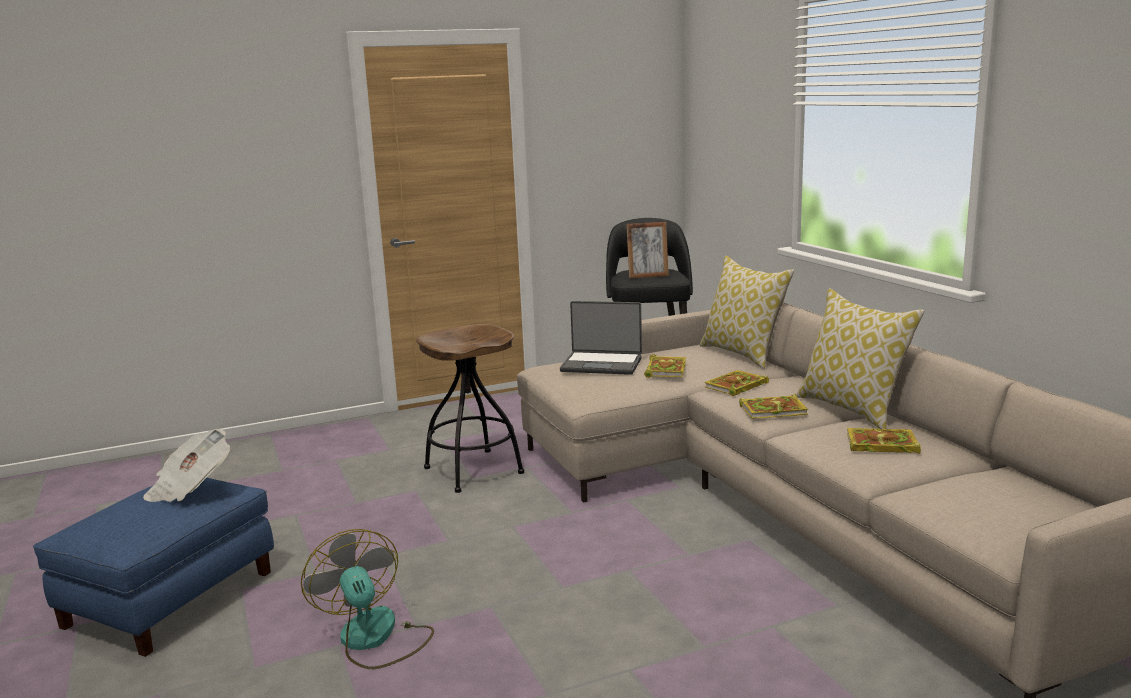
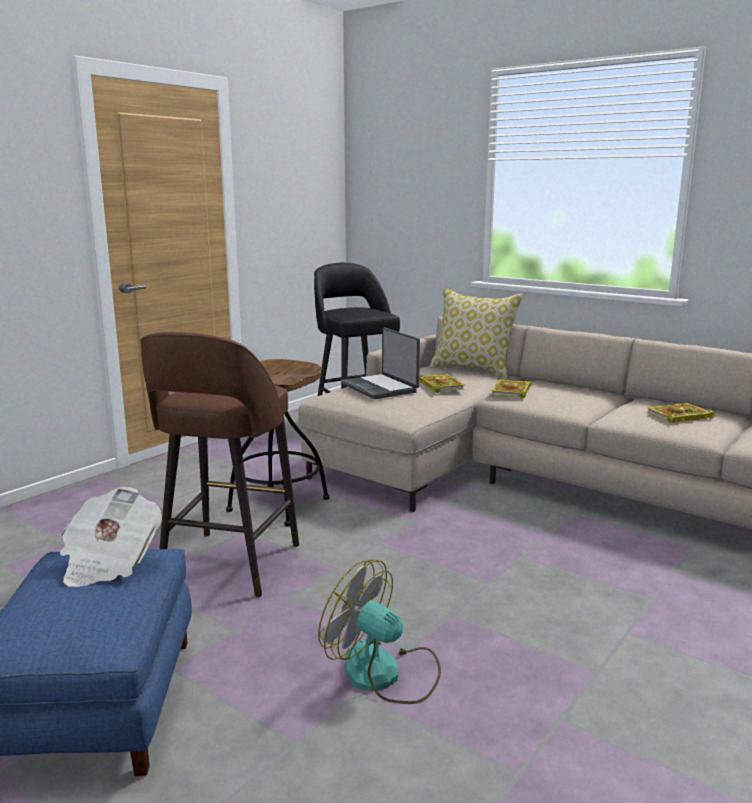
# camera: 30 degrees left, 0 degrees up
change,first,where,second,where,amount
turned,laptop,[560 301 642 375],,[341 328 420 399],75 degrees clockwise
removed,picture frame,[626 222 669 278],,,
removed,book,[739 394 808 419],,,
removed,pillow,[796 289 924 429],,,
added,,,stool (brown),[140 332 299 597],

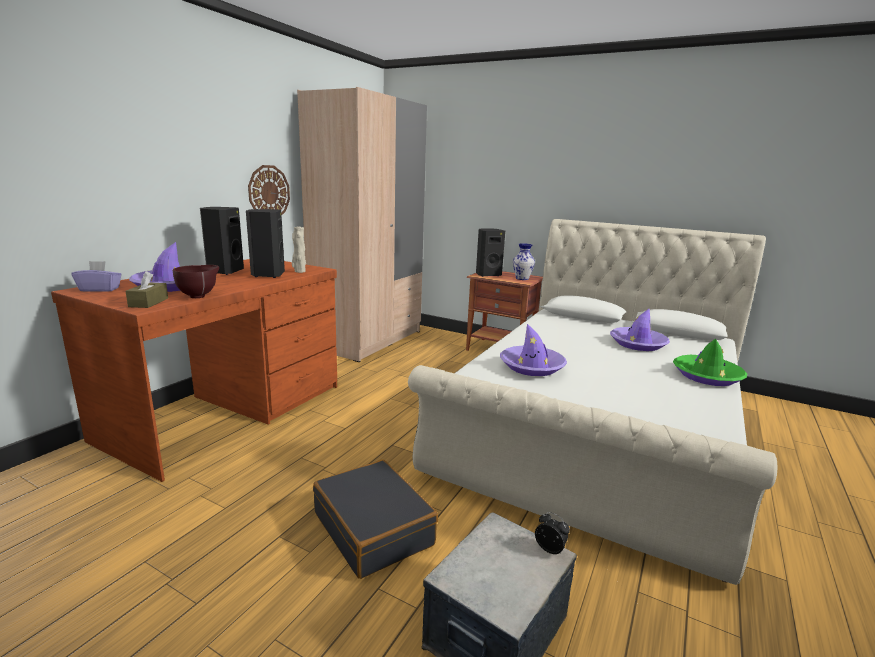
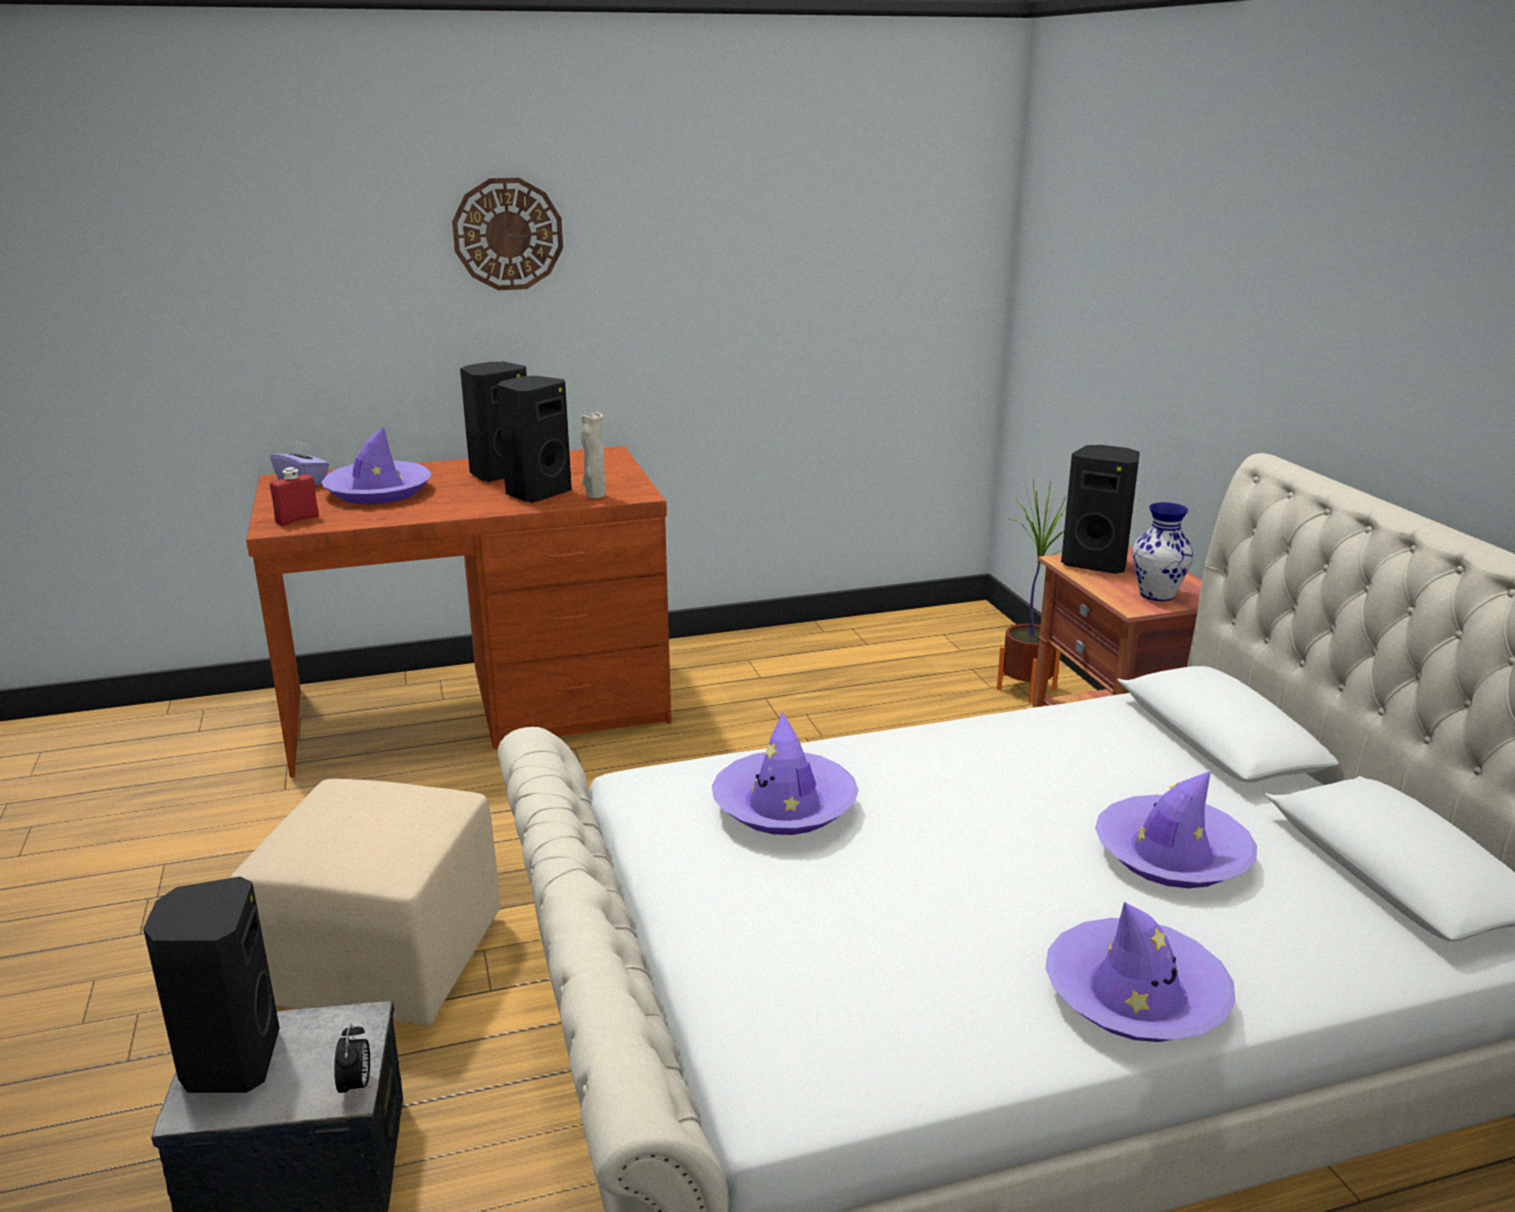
# camera: 45 degrees right, 5 degrees up
change,first,where,second,where,amount
replaced,tissue box (brown),[125 271 168 308],bottle (red),[270 467 319 526],
removed,bowl (brown),[173 265 219 298],,,
moved,wall clock,[248 165 290 216],,[452 178 563 290],
removed,wardrobe (beige),[297 87 427 362],,,
replaced,suitcase (black),[313 459 438 579],ottoman (beige),[230 779 500 1026],
recoloured,hat (green),[673 338 747 386],hat (purple),[1046 902 1235 1042],
added,,,speaker (black),[143 876 280 1093],
added,,,potted plant,[997 481 1067 703],

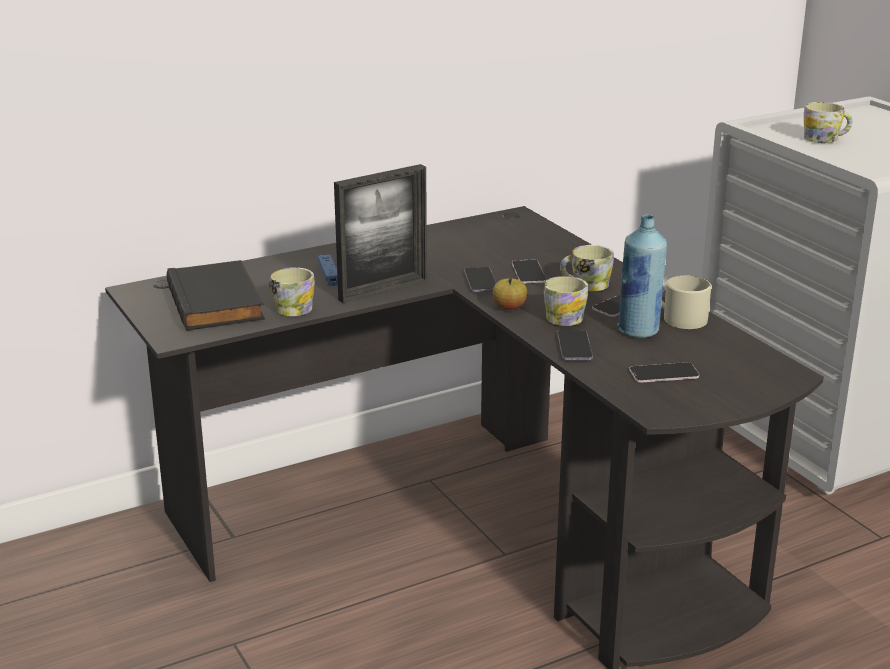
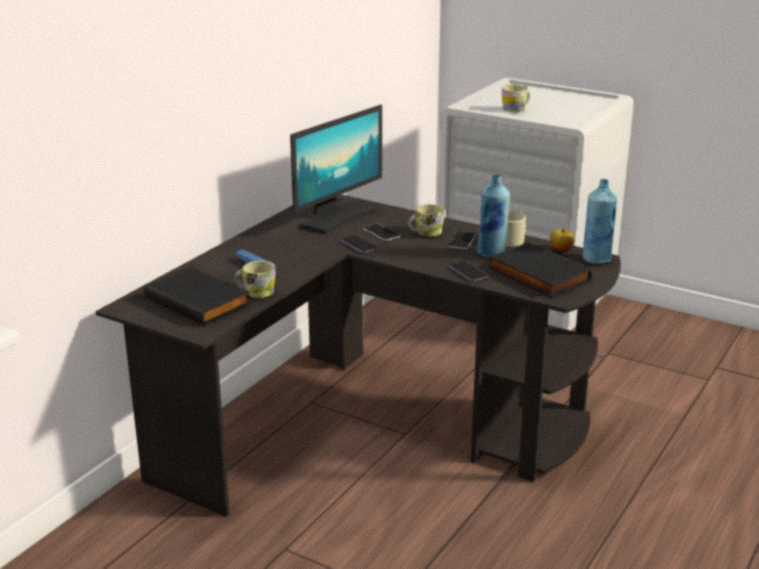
# camera: 30 degrees left, 0 degrees up
change,first,where,second,where,amount
removed,picture frame,[334 164 427 304],,,
moved,apple,[493 278 527 310],,[550 229 575 251],
removed,mug,[544 276 588 326],,,
replaced,phone,[629 362 699 383],book (black),[489 242 592 297],
added,,,monitor,[290 105 382 234],
added,,,bottle (blue),[583 179 617 264],

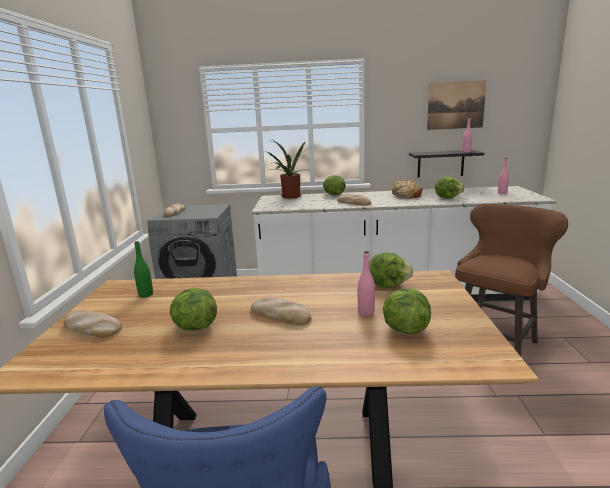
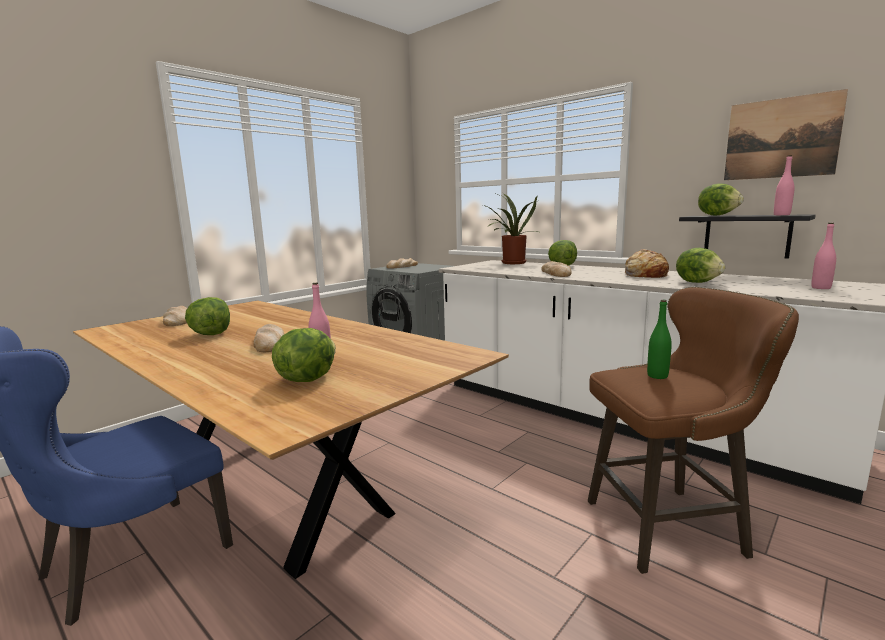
# camera: 40 degrees right, 5 degrees down
change,first,where,second,where,amount
moved,bottle (green),[134 241 153 298],,[647 300 672 379],
moved,lettuce,[369 252 414 288],,[698 183 744 216],

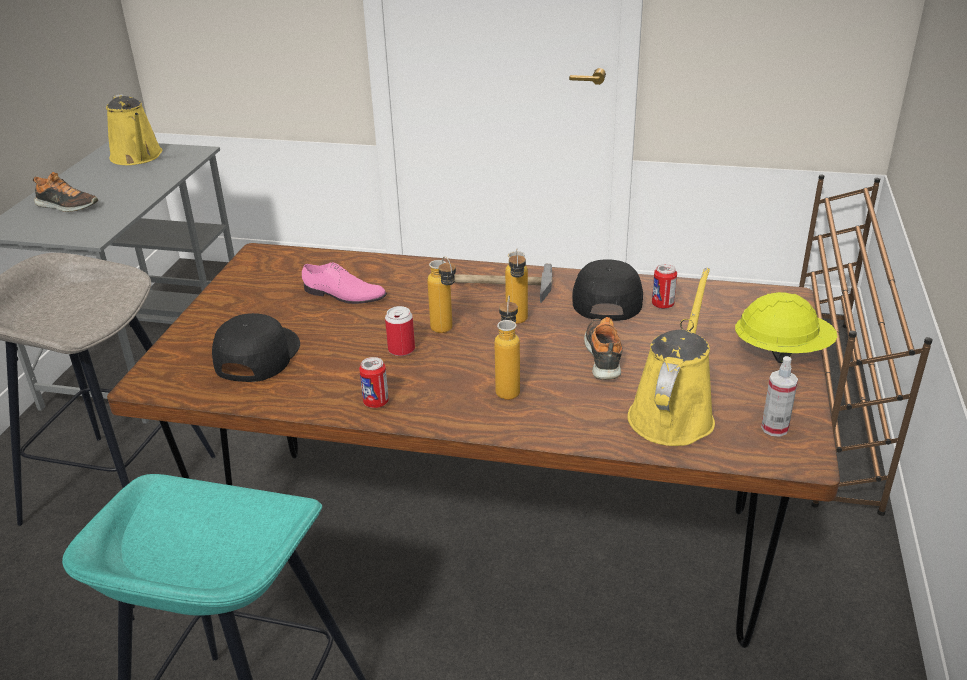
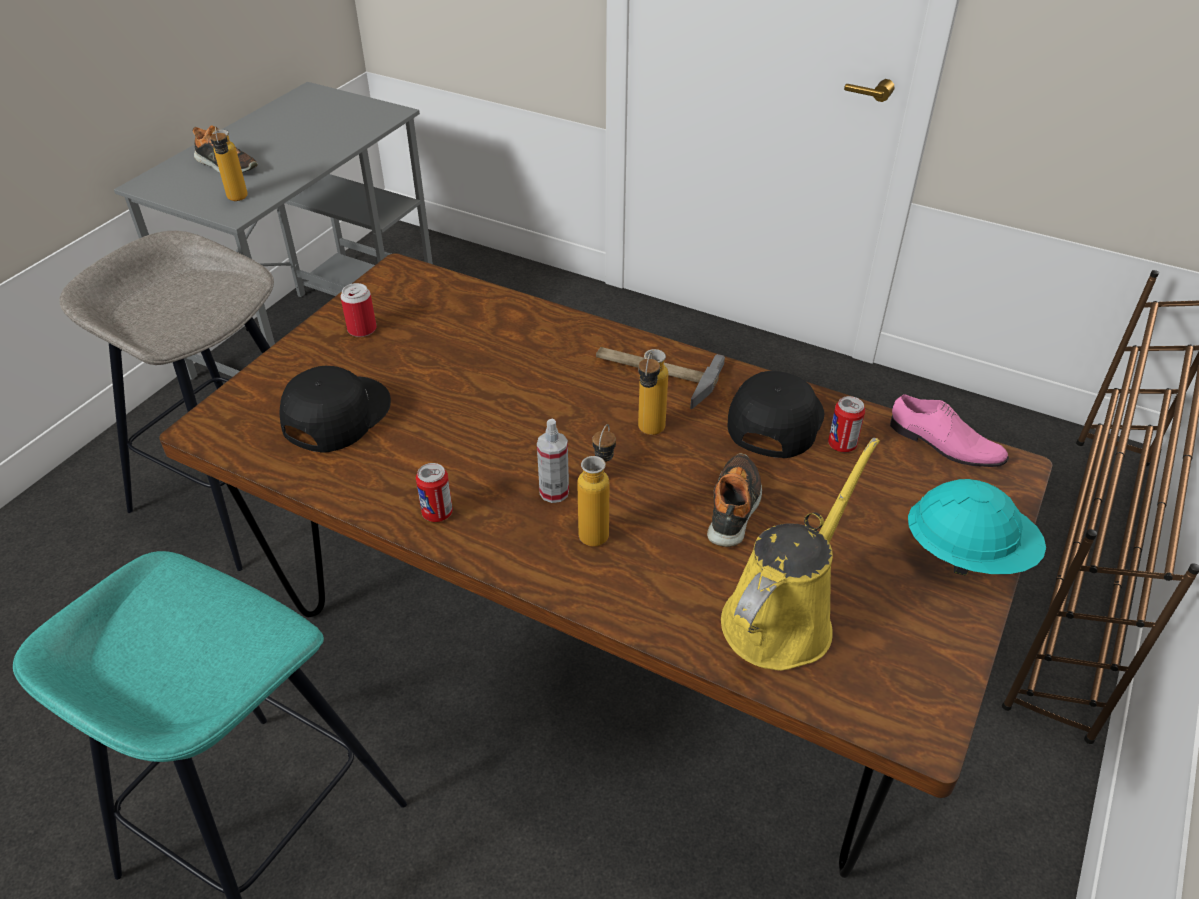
# camera: 15 degrees right, 10 degrees up
change,first,where,second,where,amount
removed,watering can (yellow),[106 94 163 165],,,
moved,shoe (pink),[302 262 387 304],,[890 394 1009 467],
moved,can,[385 306 415 356],,[340 283 377 337],
moved,bottle,[427 256 456 333],,[210 126 248 201],
recoloured,hard hat (yellow),[735 292 838 363],hard hat (turquoise),[908 479 1046 575],
moved,spray bottle,[761 356 798 437],,[537 419 569 503],

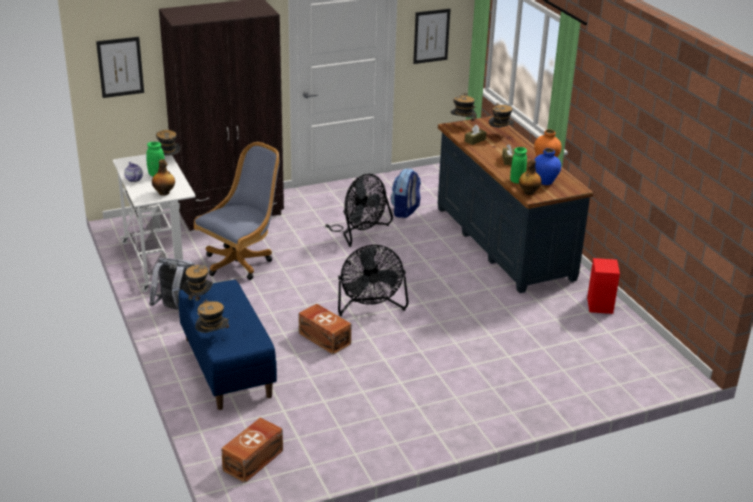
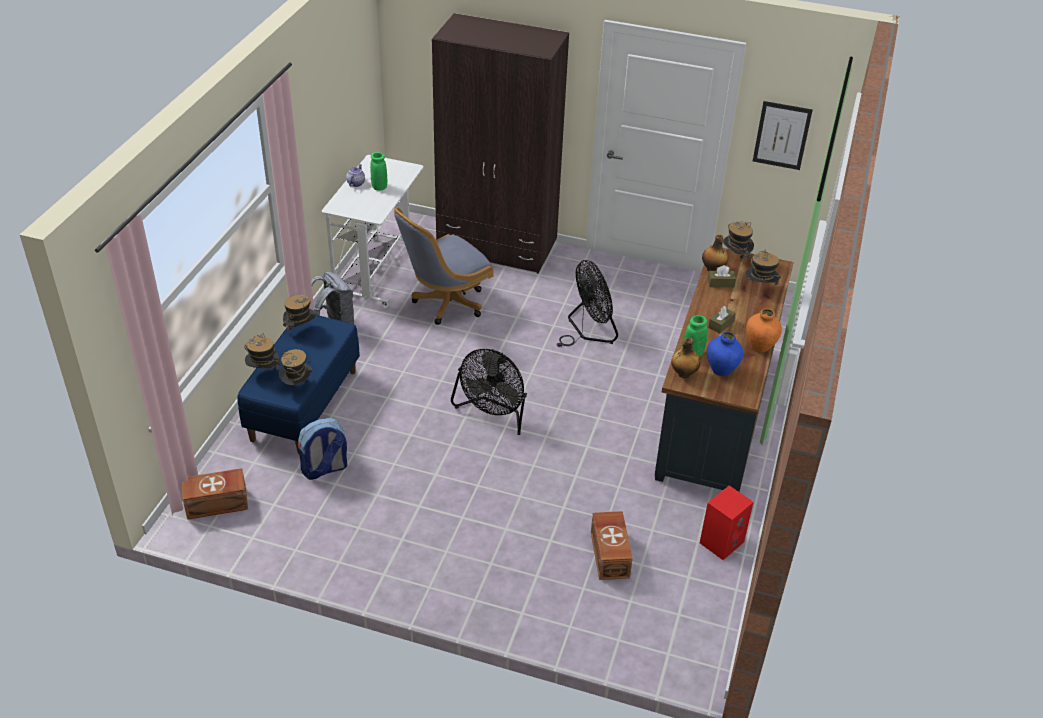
# camera: 40 degrees right, 10 degrees up
change,first,where,second,where,amount
removed,picture,[96 37 144 98],,,
moved,bottle,[152 159 175 196],,[702 234 728 271],
moved,hat,[156 130 181 156],,[279 349 312 386],
turned,office chair (blue),[194 142 279 280],,[394 208 494 325],150 degrees clockwise
moved,storage box (brown),[299 304 351 354],,[591 511 633 580],
turned,fan (black),[325 174 393 247],,[556 260 618 347],105 degrees counterclockwise
moved,backpack,[391 168 421 218],,[298 418 347 480],

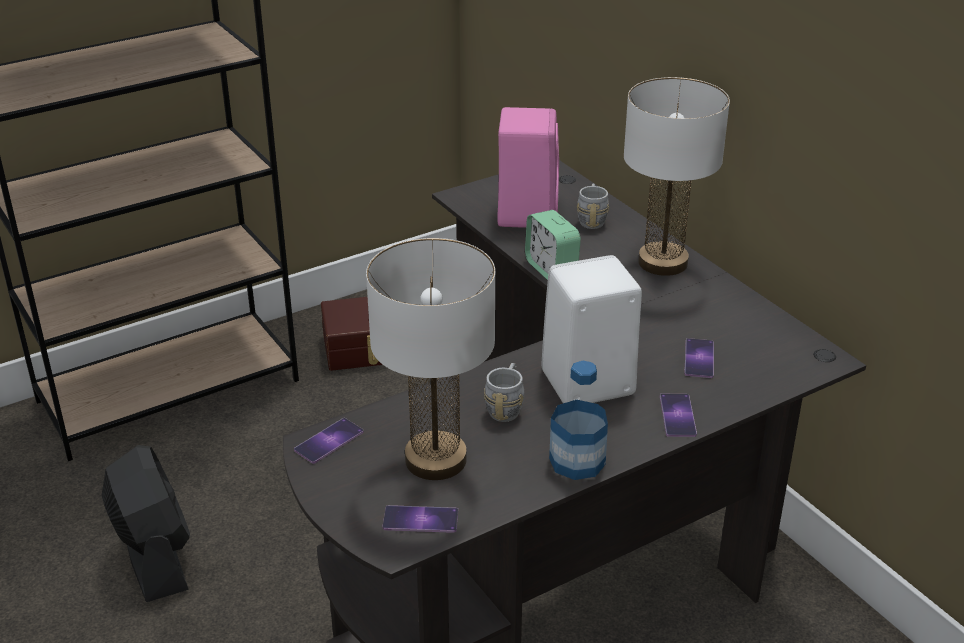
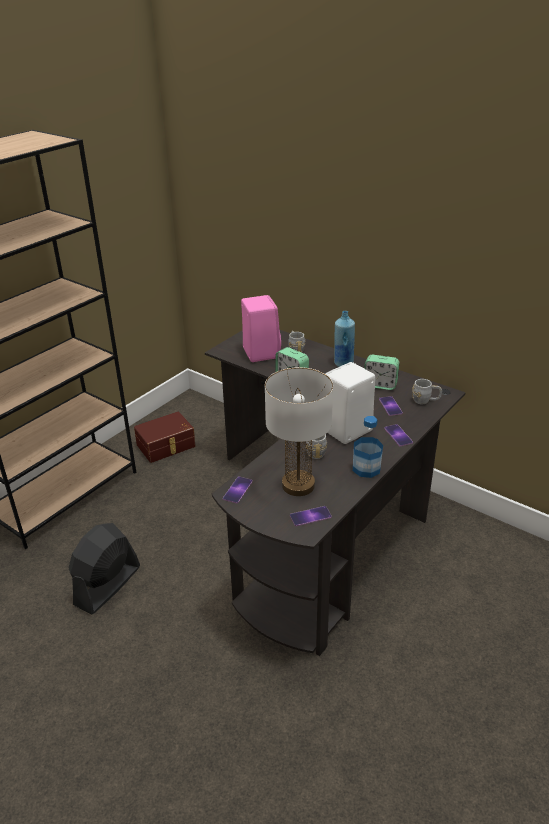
# camera: 20 degrees left, 0 degrees up
change,first,where,second,where,amount
turned,fan (black),[101 445 190 602],,[69 523 140 614],105 degrees counterclockwise
replaced,table lamp,[624 77 730 276],bottle (blue),[334 311 355 367],
added,,,alarm clock,[364 355 399 390],
added,,,mug (grey),[412 379 442 405],

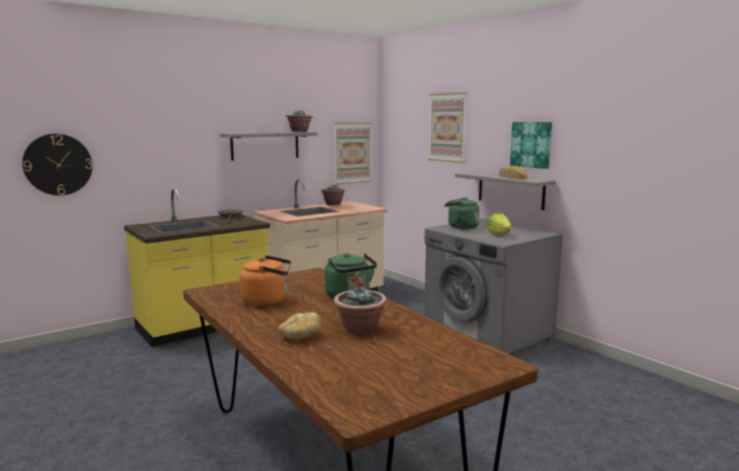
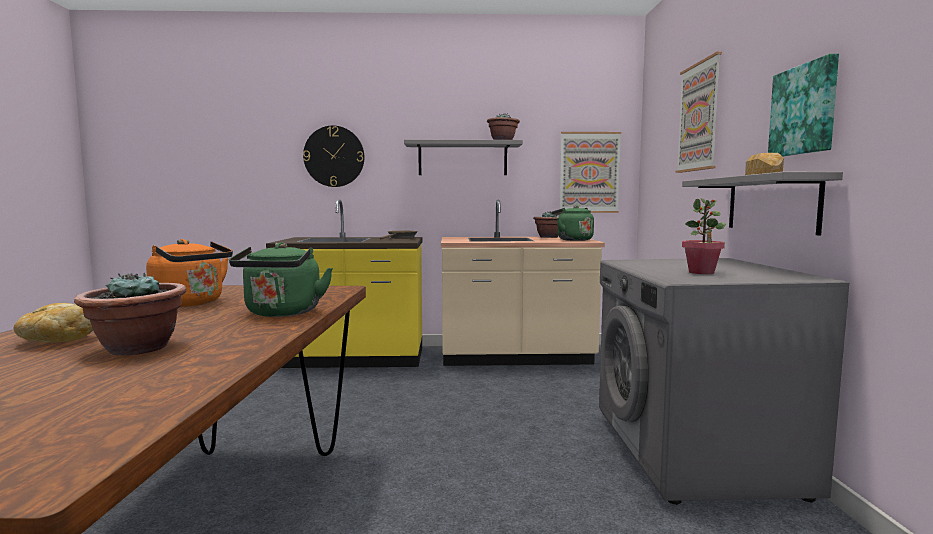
# camera: 35 degrees right, 5 degrees down
change,first,where,second,where,amount
moved,wall clock,[22 134 92 196],,[303 125 364 187],
moved,kettle (green),[444 197 480 229],,[551 205 594 241],
replaced,lettuce,[488 213 512 235],potted plant,[682 198 726 274],

